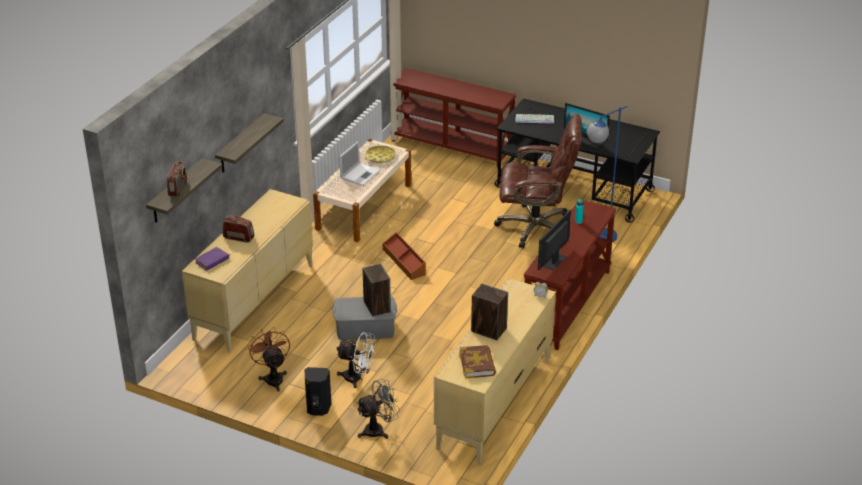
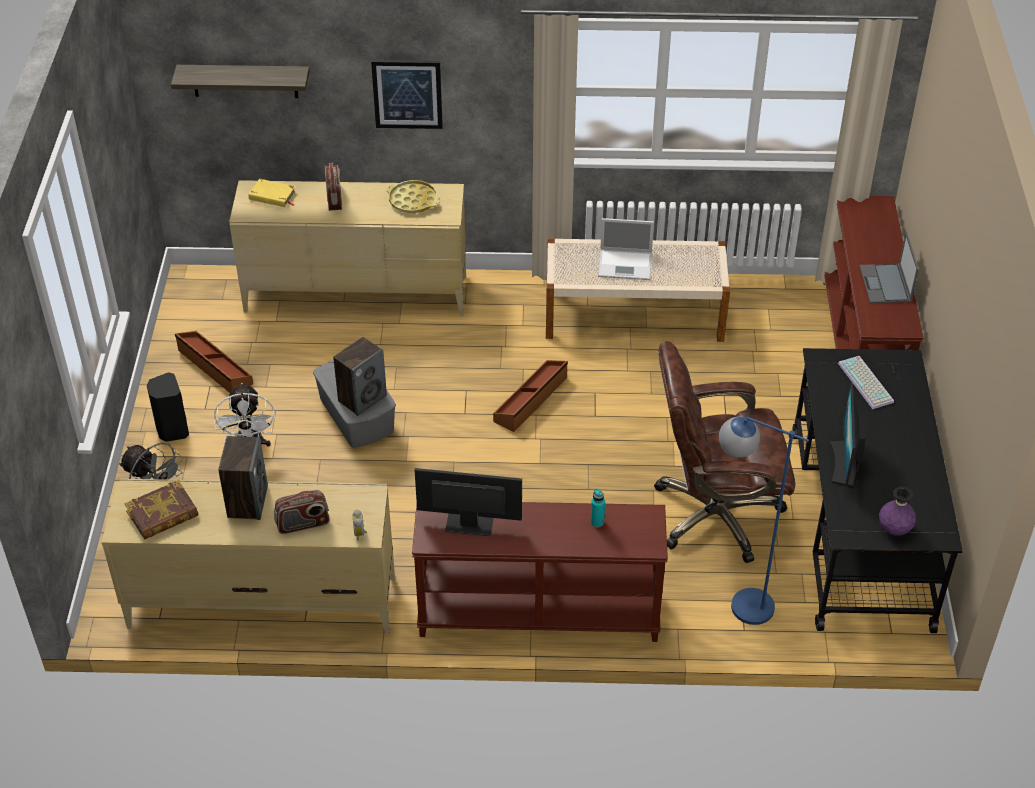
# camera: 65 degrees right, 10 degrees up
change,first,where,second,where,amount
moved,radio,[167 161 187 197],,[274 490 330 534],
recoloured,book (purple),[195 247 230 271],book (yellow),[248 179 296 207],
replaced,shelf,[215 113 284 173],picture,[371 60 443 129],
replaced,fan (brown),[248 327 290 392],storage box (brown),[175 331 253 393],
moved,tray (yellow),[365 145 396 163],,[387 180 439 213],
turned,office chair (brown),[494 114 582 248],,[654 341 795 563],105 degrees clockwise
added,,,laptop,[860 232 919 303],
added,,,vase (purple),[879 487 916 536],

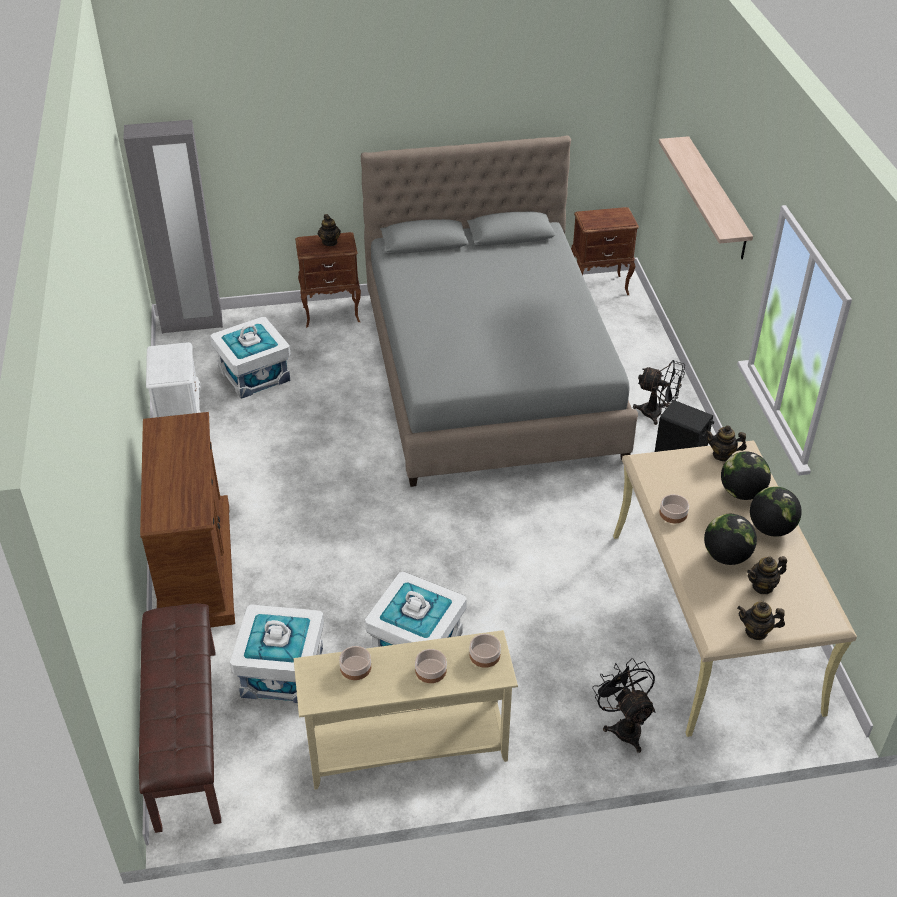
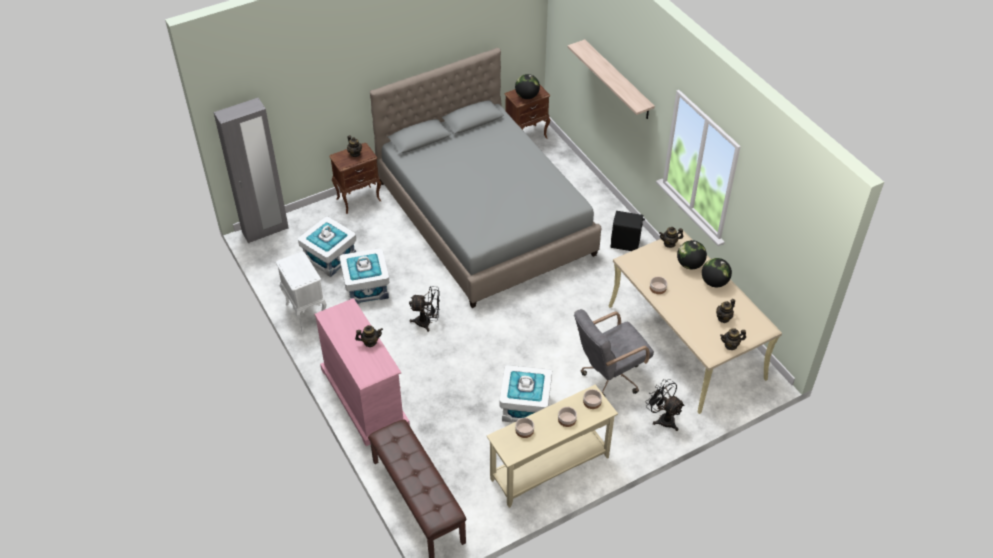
# camera: 20 degrees left, 5 degrees up
change,first,where,second,where,amount
recoloured,dresser (brown),[140 412 235 627],dresser (pink),[314 298 410 446],
moved,storage box (white),[230 604 324 703],,[339 248 390 304],
moved,fan (black),[633 360 685 425],,[409 286 440 332],
moved,globe,[704 514 757 565],,[515 74 540 99],
added,,,teapot,[355 325 383 347],
added,,,office chair (grey),[574 309 654 396],

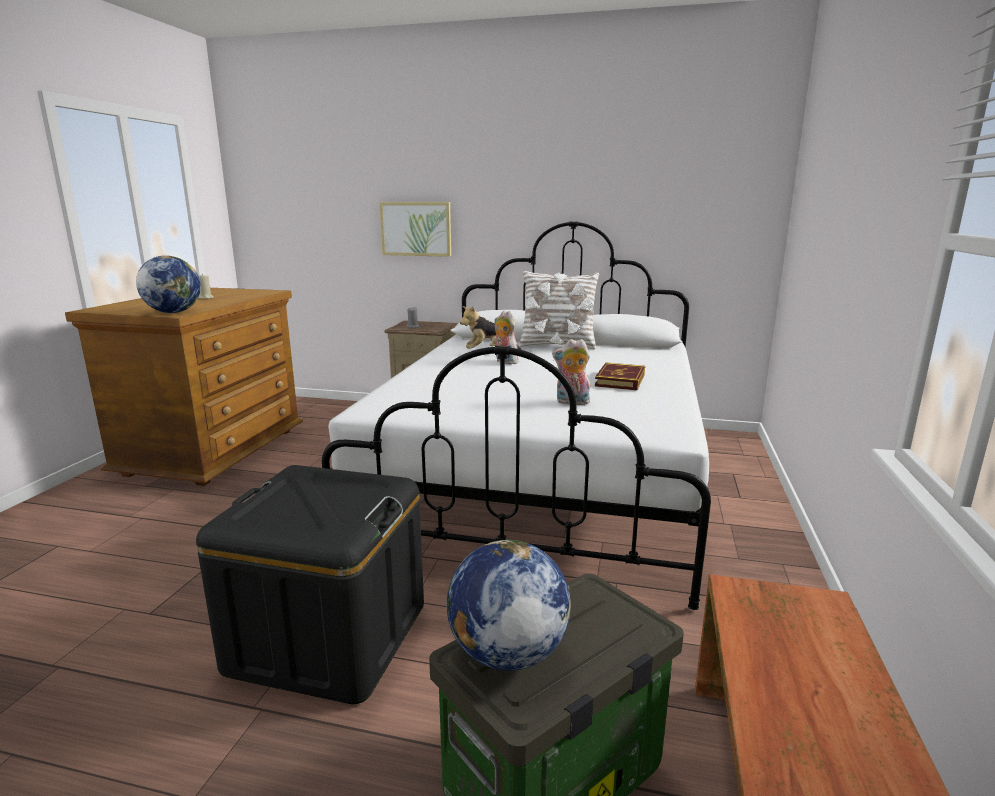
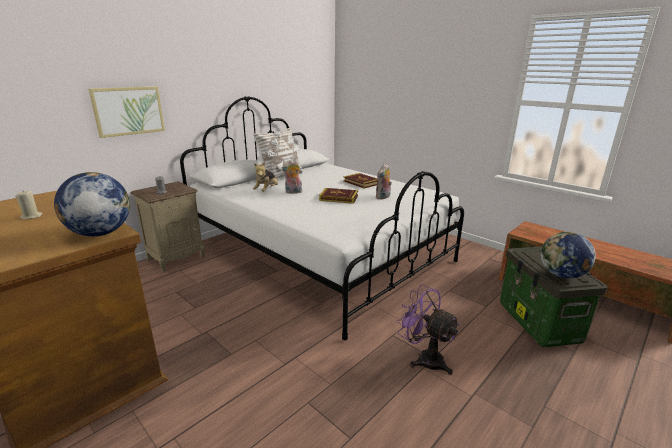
# camera: 60 degrees left, 5 degrees up
change,first,where,second,where,amount
replaced,storage box (black),[196 465 424 704],fan (purple),[396 284 460 375],
added,,,book,[319 188 358 204],

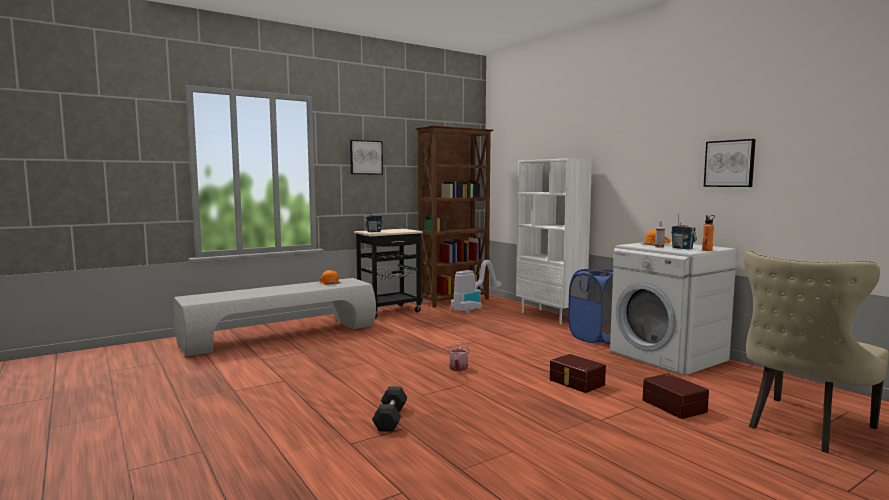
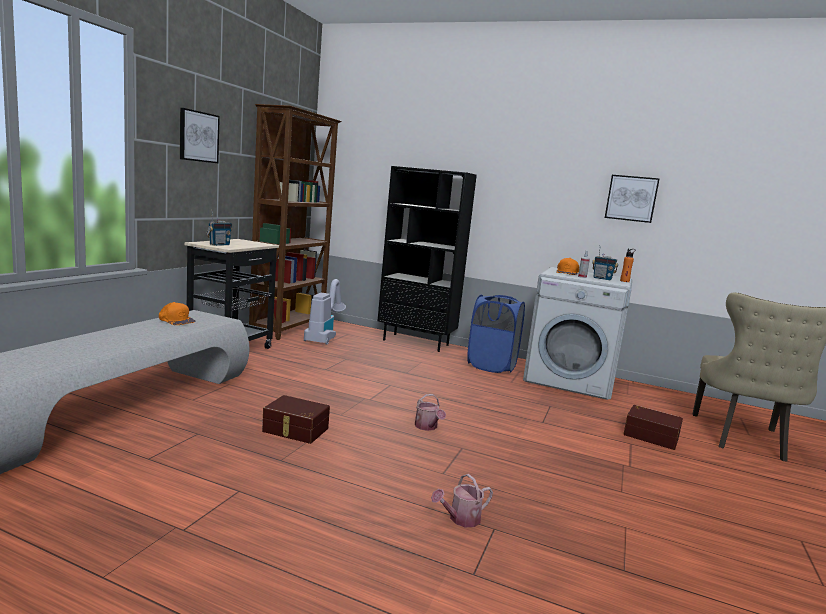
# camera: 35 degrees left, 5 degrees up
change,first,where,second,where,amount
replaced,dumbbell (black),[372 386 407 432],watering can,[431 474 493 527],
recoloured,bookcase (white),[516 158 592 324],bookcase (black),[377 166 477 352],
moved,storage box (brown),[549 354 606 393],,[262 395 330 444],

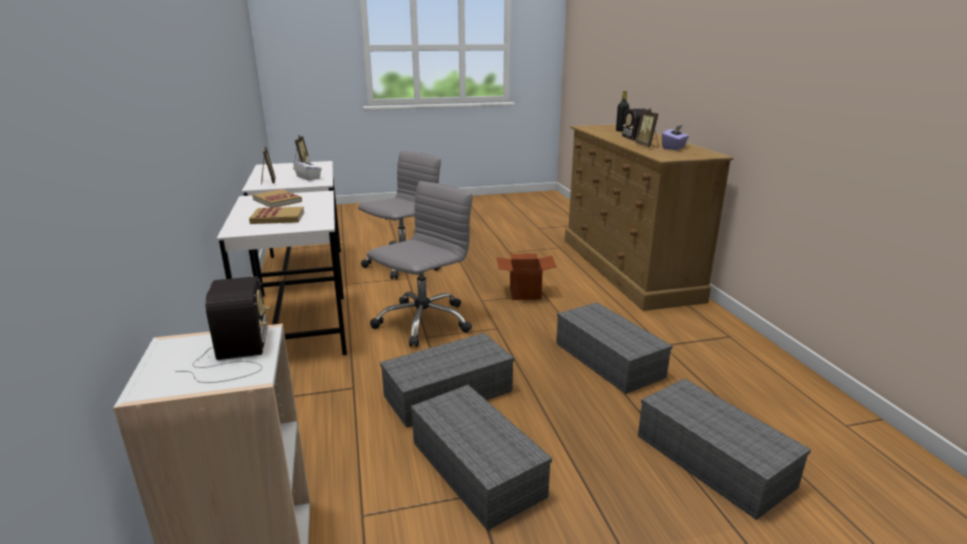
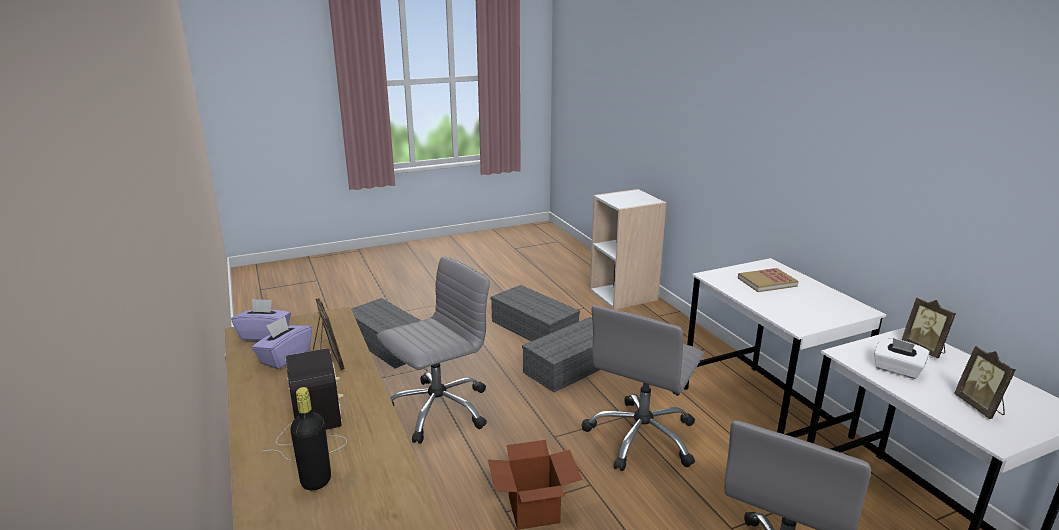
# camera: 170 degrees right, 0 degrees up
change,first,where,second,where,amount
removed,radio,[175 276 270 383],,,
removed,book,[252 189 302 208],,,
replaced,storage box (grey),[556 302 673 394],office chair (grey),[377 256 490 444],
added,,,tissue box (purple),[231 299 291 341],

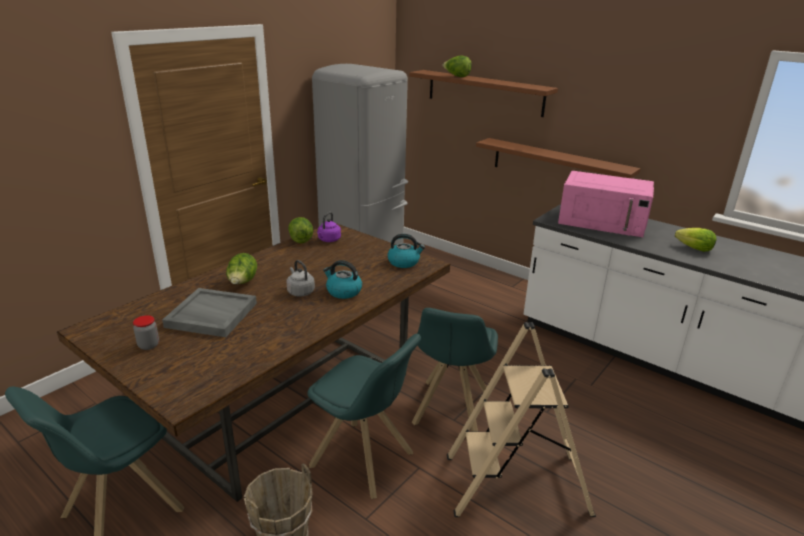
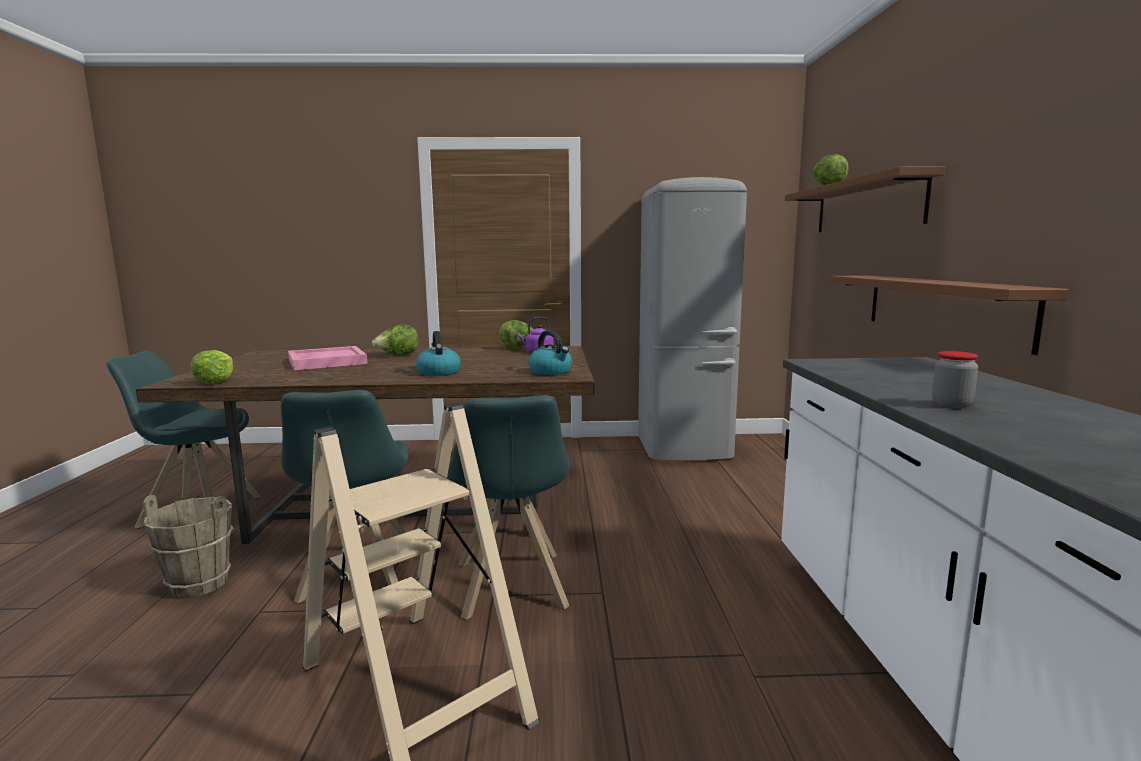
# camera: 50 degrees right, 15 degrees down
change,first,where,second,where,amount
moved,jar,[133 315 159 350],,[932 351 978 408],
recoloured,tray (grey),[162 288 257 337],tray (pink),[288 346 368 370],
removed,kettle (grey),[286 260 315 297],,,
turned,chair (turquoise),[412 308 498 432],,[447 395 570 620],75 degrees counterclockwise
removed,microwave (pink),[558 171 654 237],,,
moved,lettuce,[675 228 716 252],,[190 350 233 384],

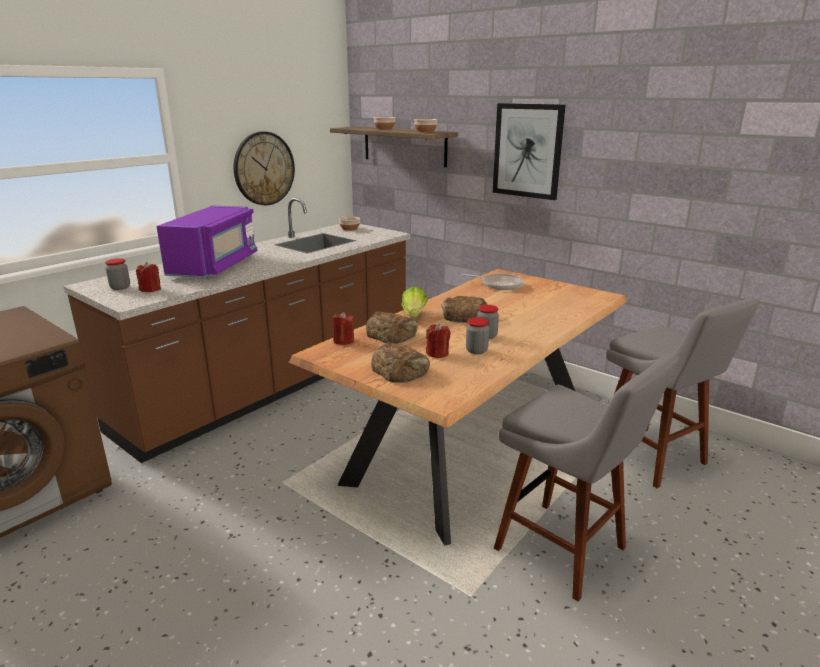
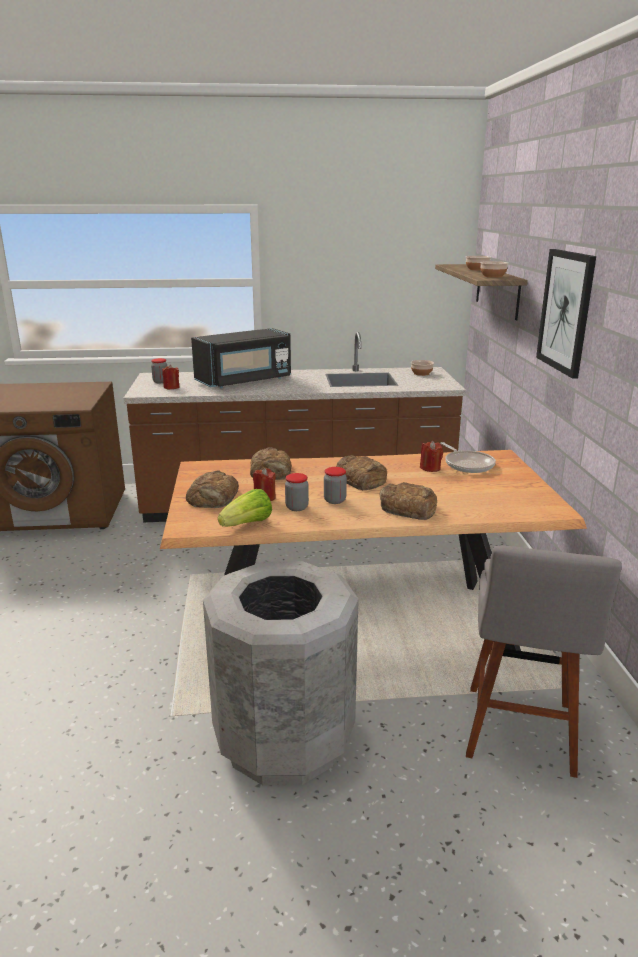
# camera: 45 degrees right, 0 degrees up
change,first,where,second,where,amount
recoloured,microwave (purple),[156 206 258 278],microwave (black),[191 328 291 388],
removed,wall clock,[234 132 295 205],,,
moved,candle (red),[332 312 354 345],,[420 441 443 472],
moved,lettuce,[401 286 428 318],,[218 489 272 527],
replaced,stool (grey),[494 353 679 601],trash can (grey),[203 561 359 785],
added,,,bread,[379 482 438 520],

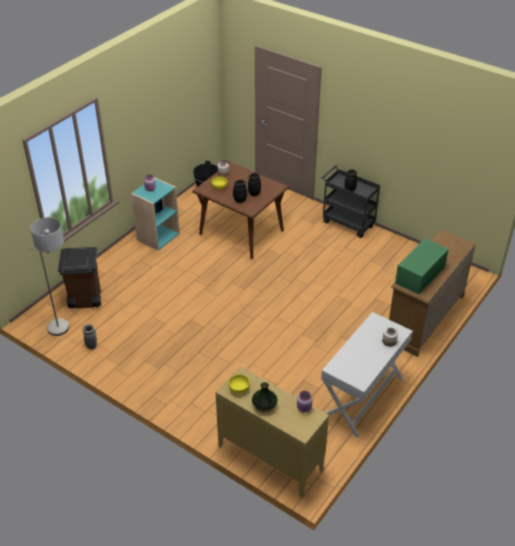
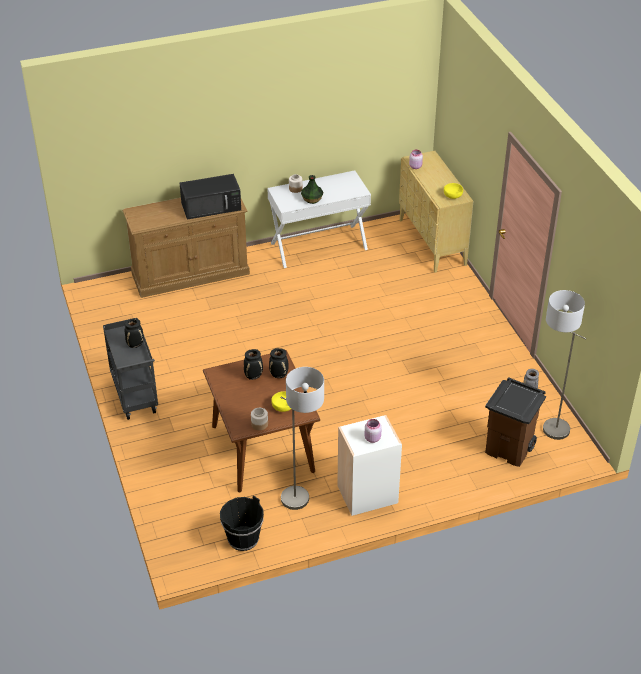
# camera: 145 degrees left, 0 degrees up
change,first,where,second,where,amount
recoloured,bookcase (turquoise),[131 177 180 251],bookcase (white),[337 415 402 516],
moved,vase,[252 382 277 412],,[301 175 323 204],
recoloured,microwave (green),[395 239 449 295],microwave (black),[180 174 241 220],
added,,,floor lamp (grey),[280 367 324 510],

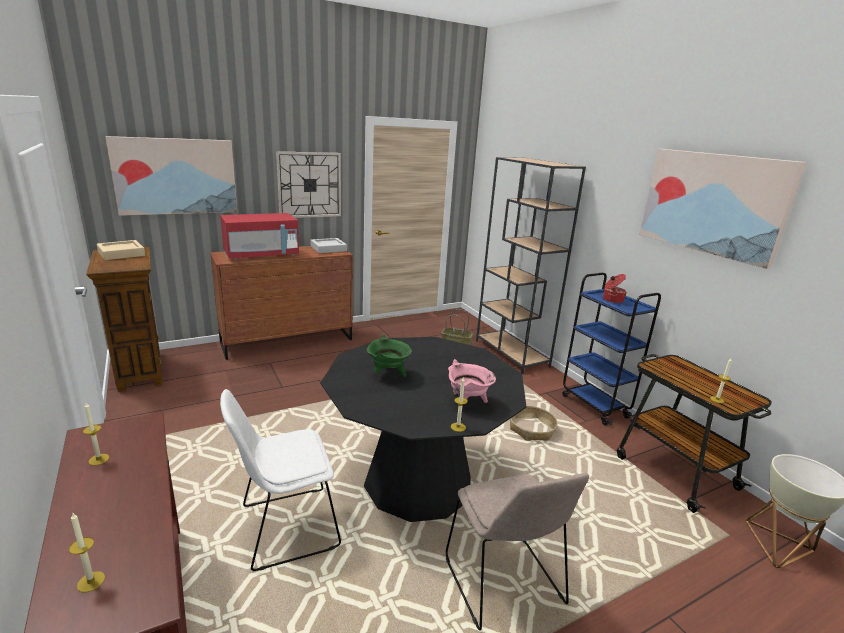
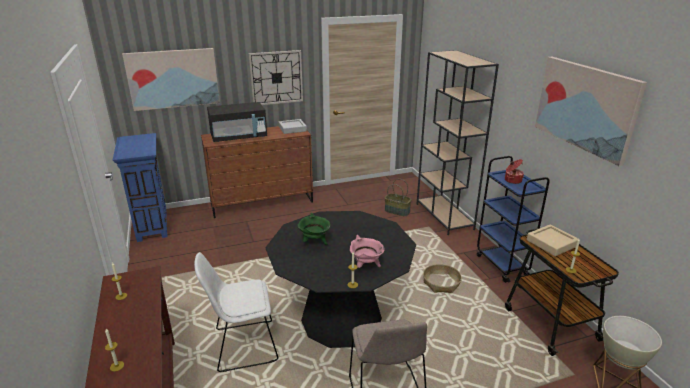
# camera: 10 degrees right, 5 degrees up
change,first,where,second,where,amount
recoloured,cabinet (brown),[86 247 162 392],cabinet (blue),[113 133 168 242],
moved,tray (beige),[97 240 145 260],,[527 224 578 256],
recoloured,microwave (red),[220 213 299 260],microwave (black),[207 102 267 142],

